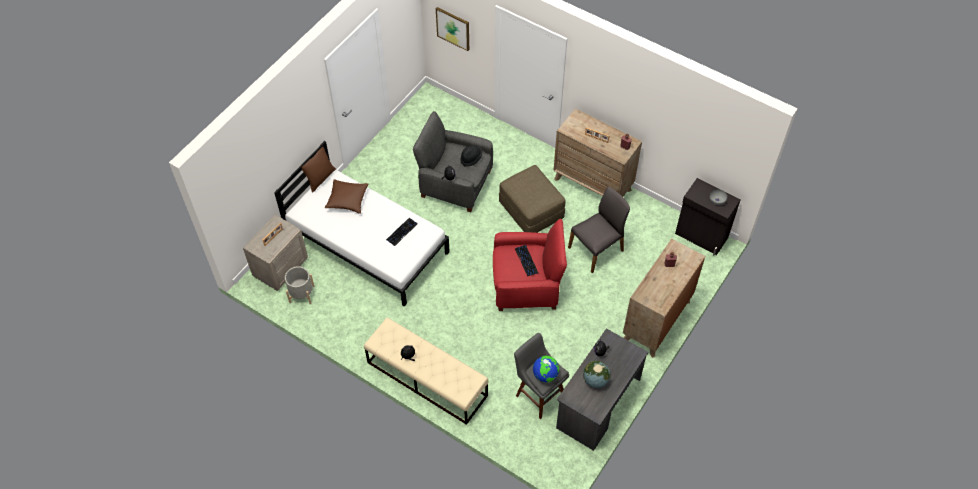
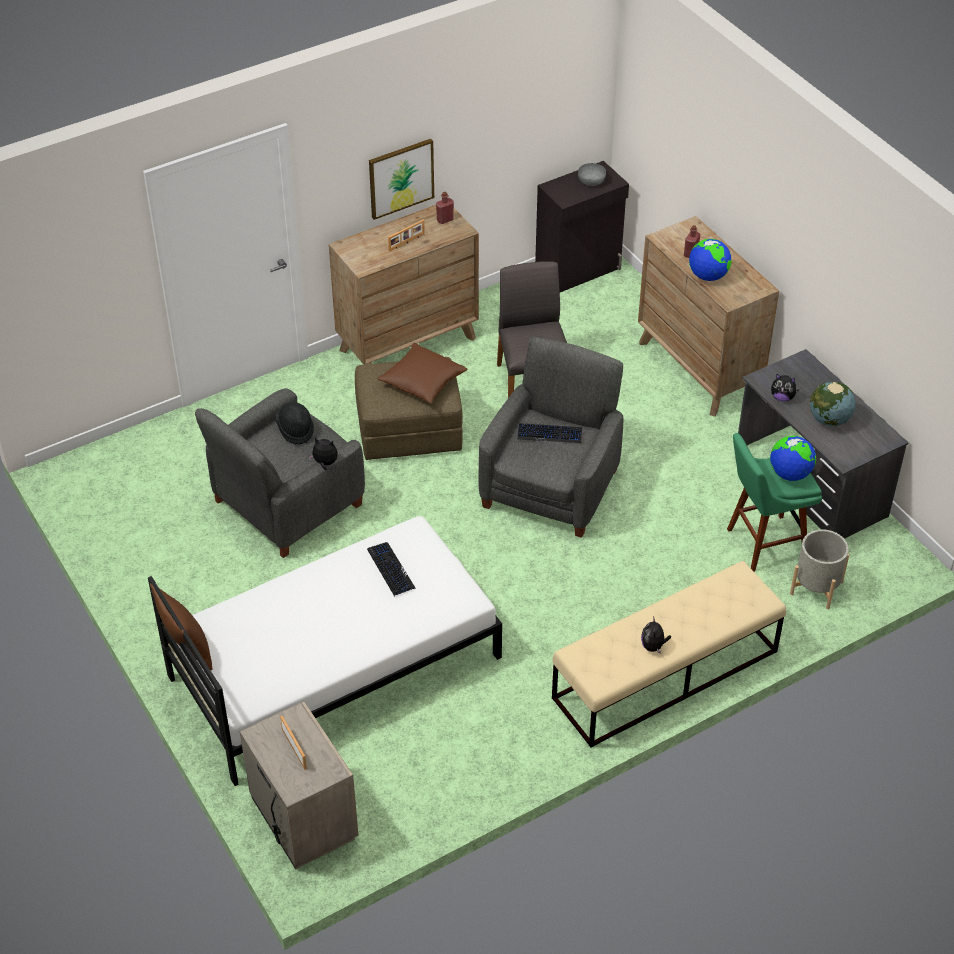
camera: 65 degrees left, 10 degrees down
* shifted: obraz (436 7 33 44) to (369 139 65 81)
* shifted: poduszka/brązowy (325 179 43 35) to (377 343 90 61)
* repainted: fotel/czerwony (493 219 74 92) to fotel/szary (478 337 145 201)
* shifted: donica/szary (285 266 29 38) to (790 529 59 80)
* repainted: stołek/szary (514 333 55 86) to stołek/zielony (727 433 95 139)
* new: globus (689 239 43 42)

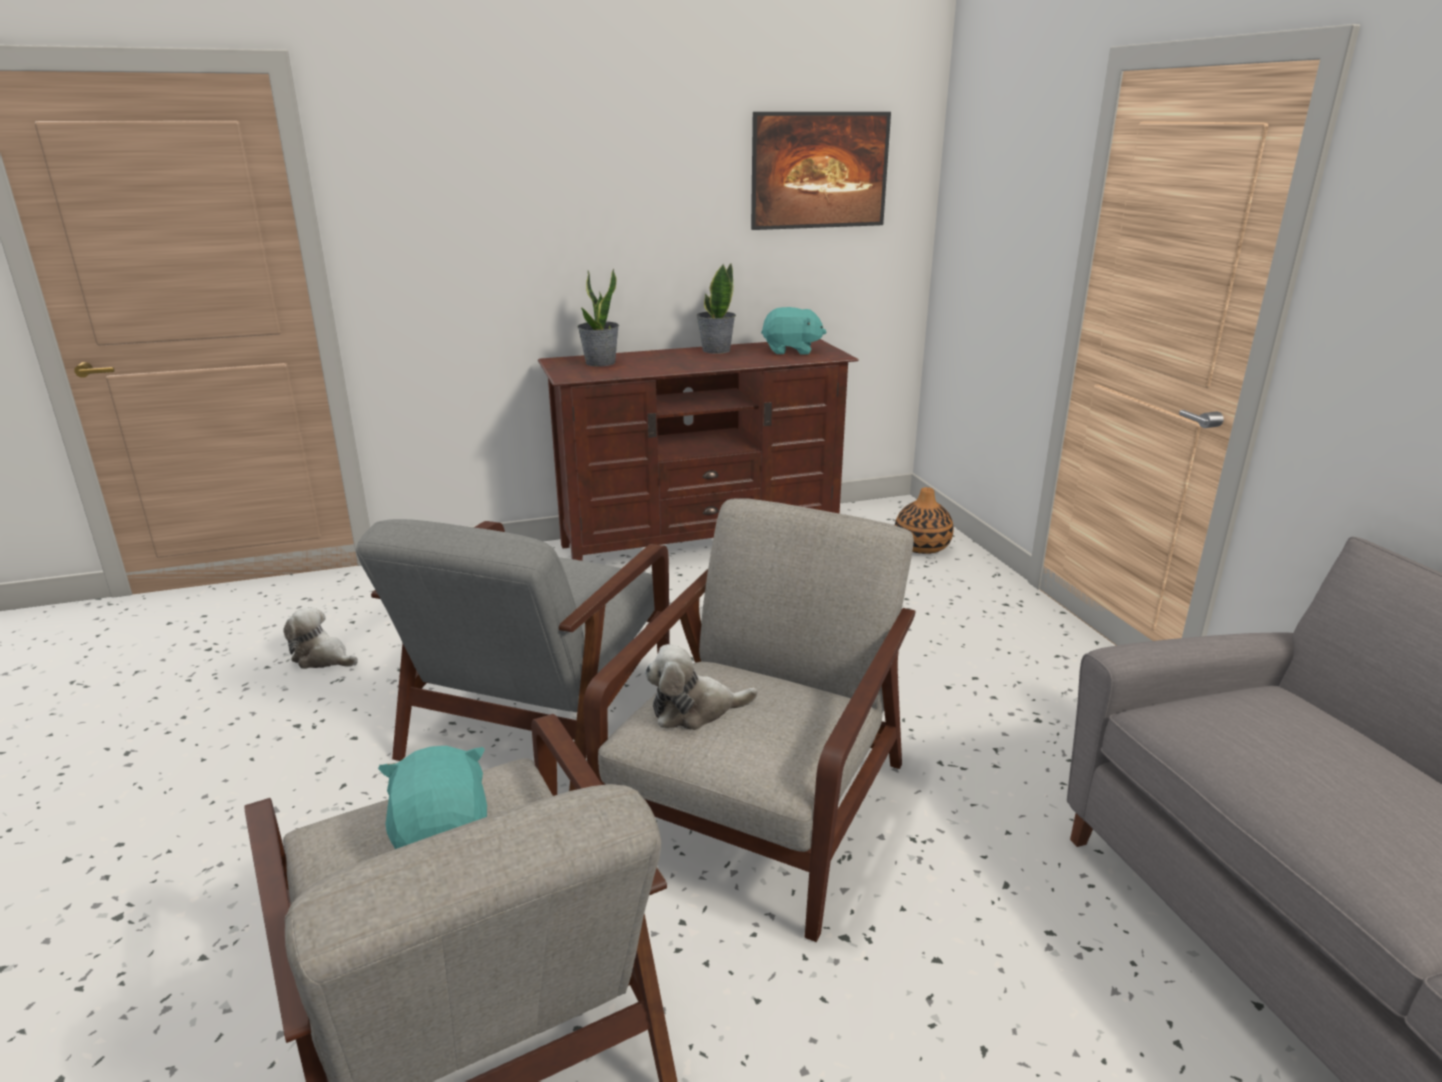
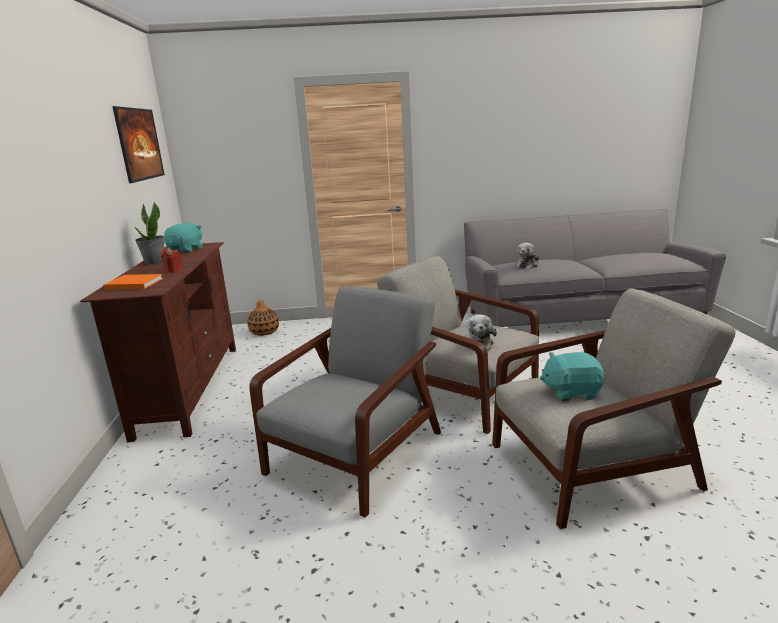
camera: 75 degrees left, 5 degrees down
* swapped: roślina doniczkowa (577 269 42 98) to książka/pomarańczowy (103 274 60 16)
* rotated: fotel/szary (356 519 314 272) = (249 286 192 232) 90 degrees counterclockwise
* shifted: pluszak (283 607 75 62) to (516 243 24 26)
* new: świeca/czerwony (161 248 22 25)

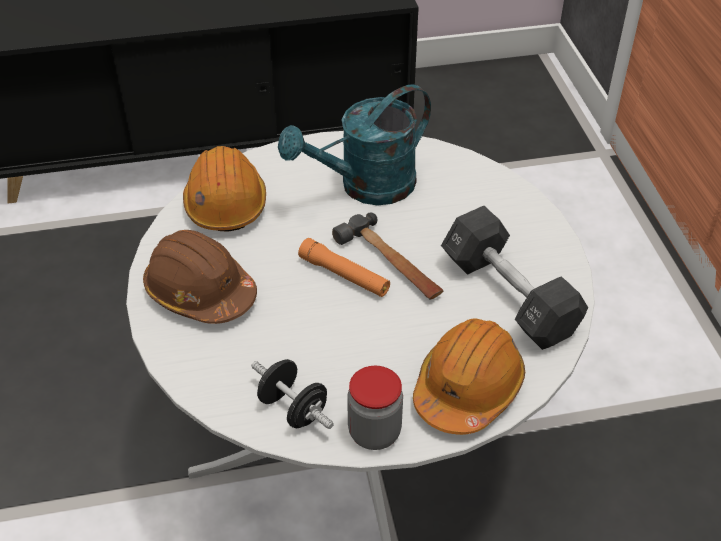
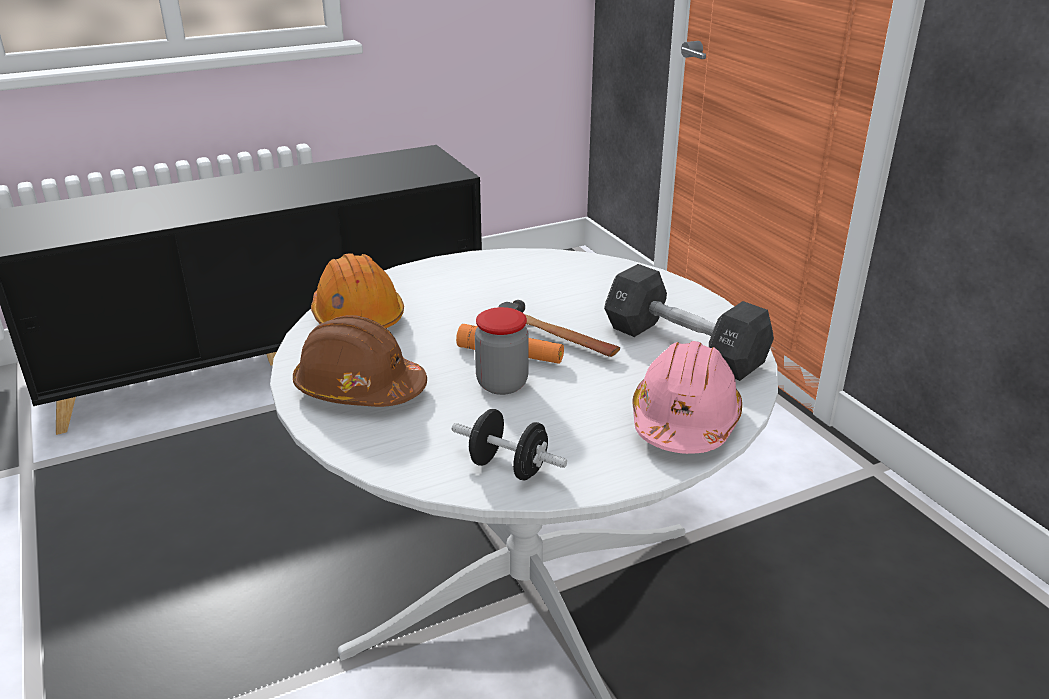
camera: 15 degrees left, 15 degrees down
* gone: konewka/turkusowy (278 84 153 121)
* repainted: kask/pomarańczowy (413 318 112 117) to kask/różowy (633 341 109 113)
* shifted: słoik (347 366 56 84) to (475 307 54 88)

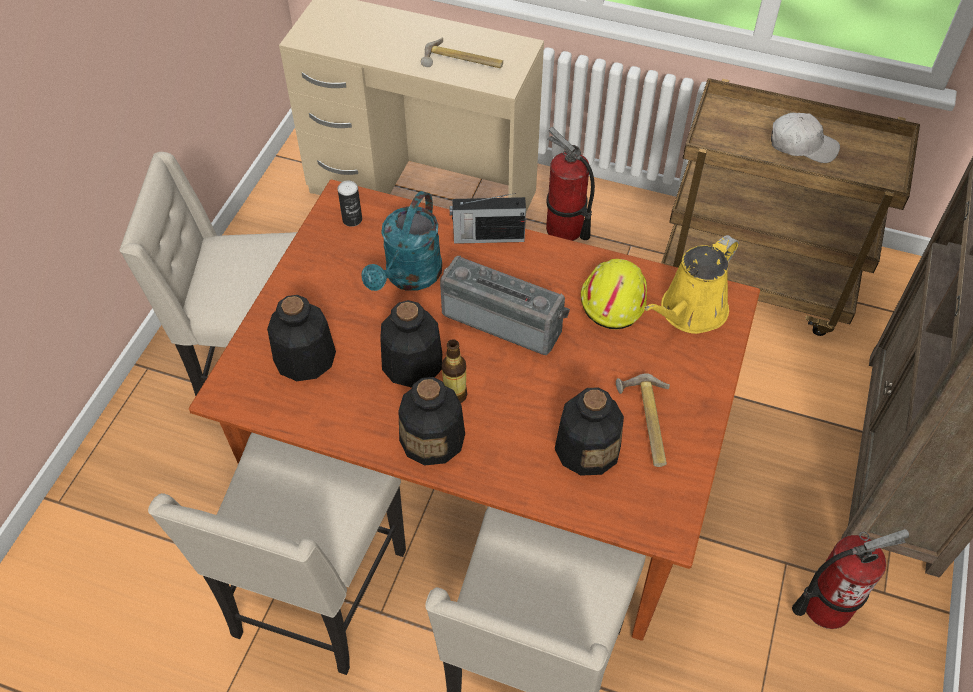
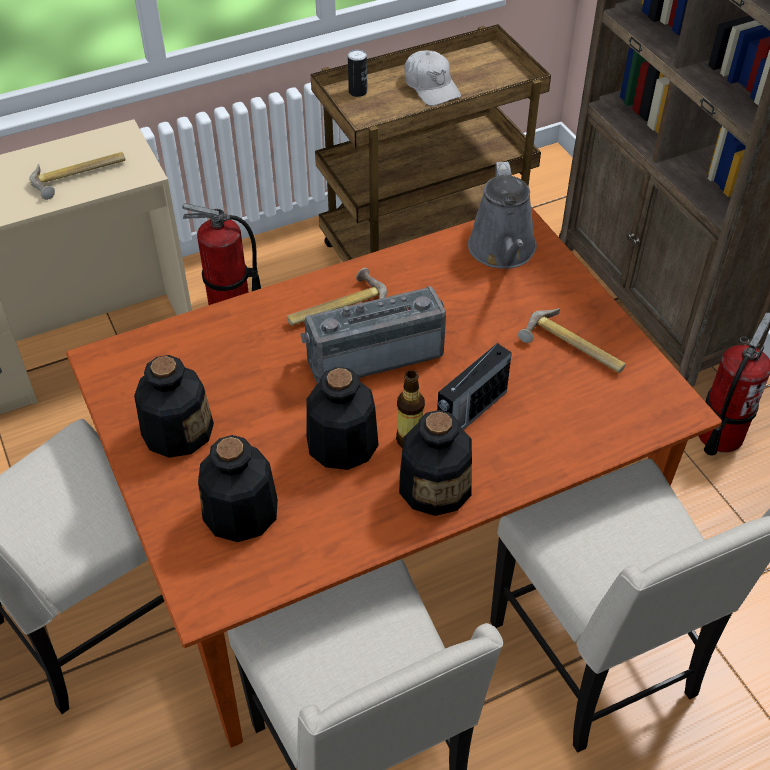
camera: 45 degrees left, 5 degrees down
* rotated: czapka z daszkiem/biały (771 113 69 50) = (404 50 57 56) 90 degrees clockwise
* shifted: puszka (338 180 24 47) to (348 49 19 48)
* gone: konewka/turkusowy (361 191 81 100)
* shifted: radio (450 193 76 51) to (437 342 75 88)
* repainted: konewka/żółty (644 235 95 99) to konewka/szary (468 162 69 107)
* gone: kask/żółty (581 259 66 70)
* shifted: butelka (555 387 69 89) to (134 355 80 103)
* new: młotek (287 268 100 58)

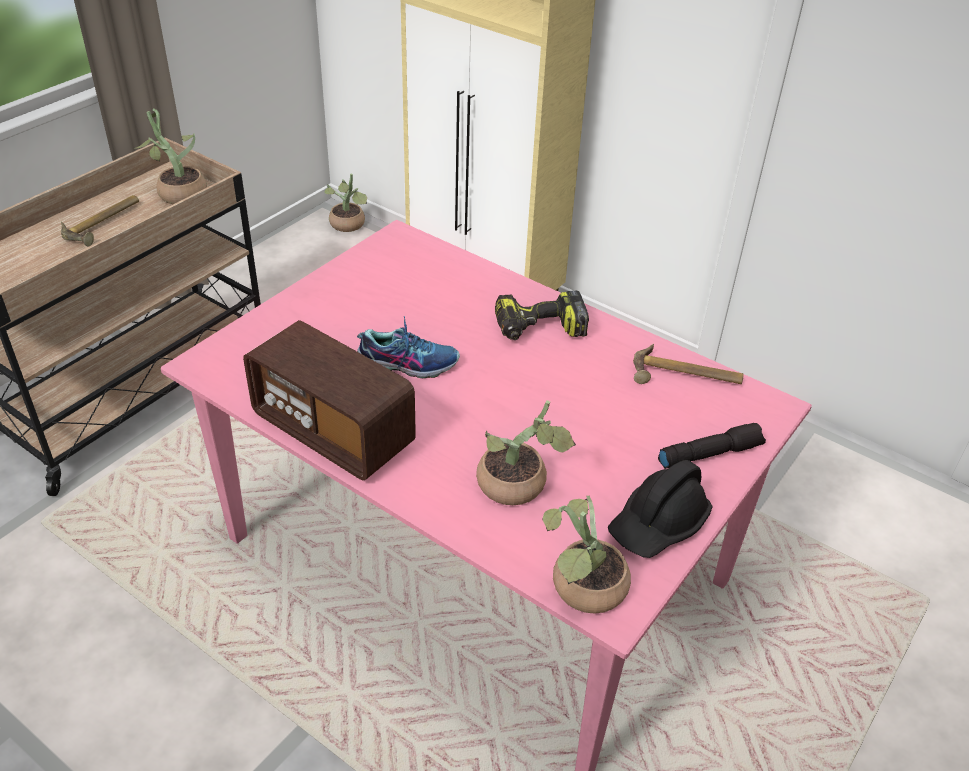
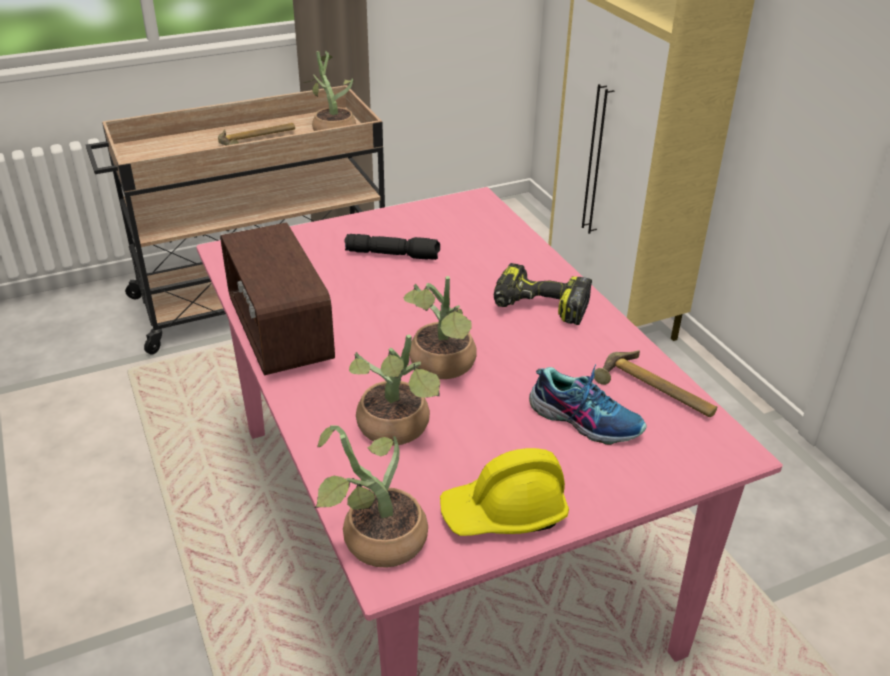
camera: 30 degrees right, 5 degrees down
* shifted: roślina doniczkowa (324 173 43 59) to (404 276 73 103)
* shifted: but (357 316 103 62) to (529 364 118 81)
* shifted: latarka/czarny (658 423 108 46) to (344 234 96 26)
* repainted: kask/czarny (608 460 104 98) to kask/żółty (440 448 129 88)

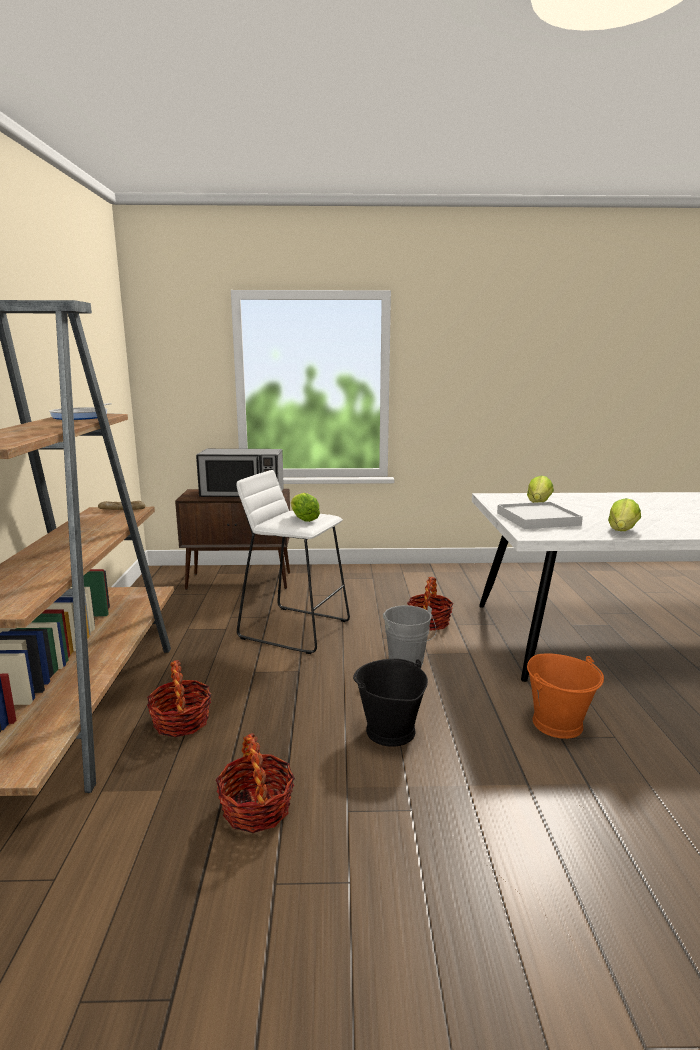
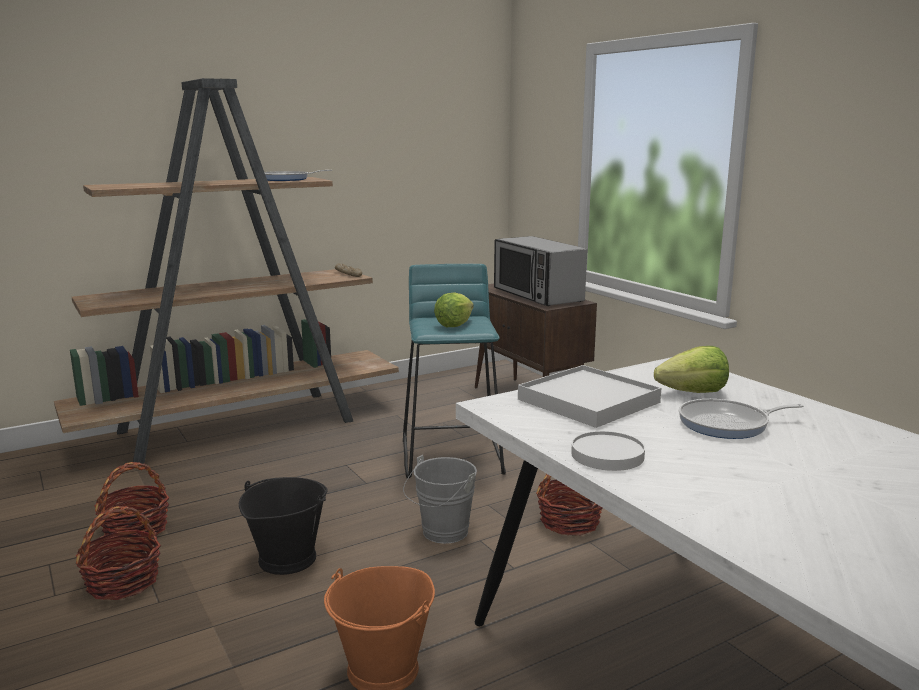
camera: 60 degrees right, 0 degrees up
* repainted: stołek/biały (236 470 114 184) to stołek/turkusowy (403 264 103 214)
* swapped: sałata (608 498 33 33) to talerz/biały (571 431 74 40)
* shifted: koszyk (147 660 64 77) to (76 506 85 94)
* new: patelnia (679 399 125 40)

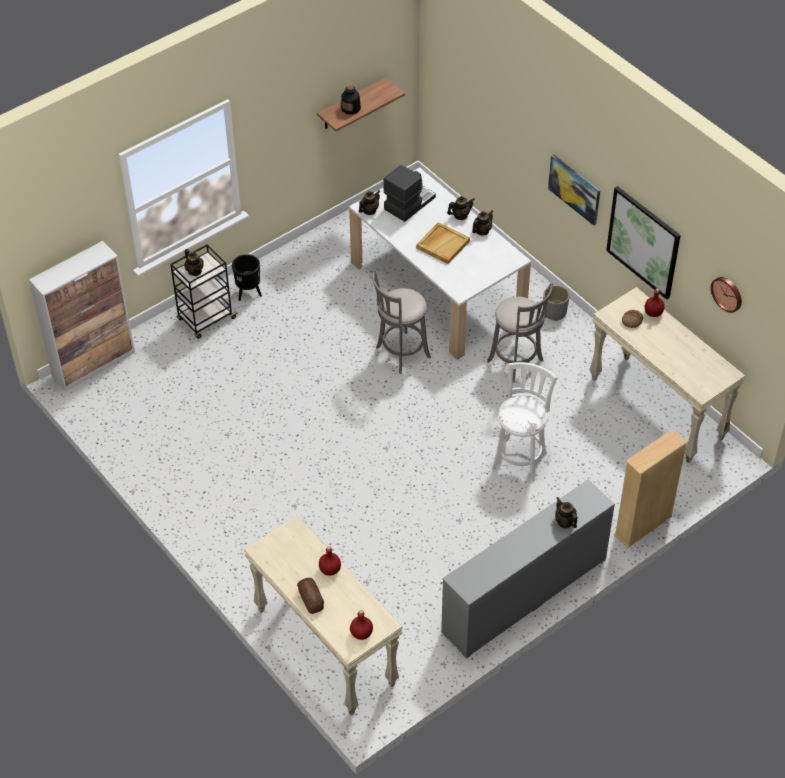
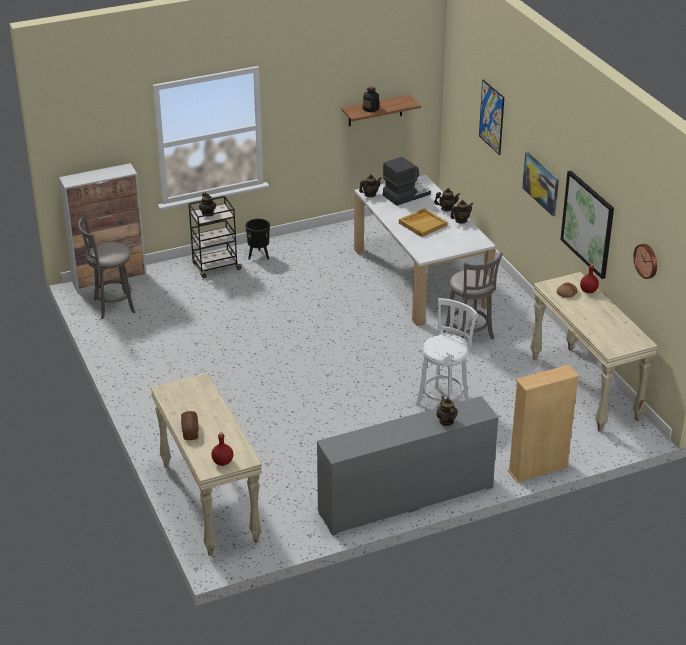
camera: 15 degrees right, 15 degrees down
* shifted: stołek/szary (372 270 59 104) to (79 214 56 105)
* gone: donica/szary (543 285 27 36)
* gone: butelka/czerwony (319 546 22 30)
* new: obraz (479 80 25 75)

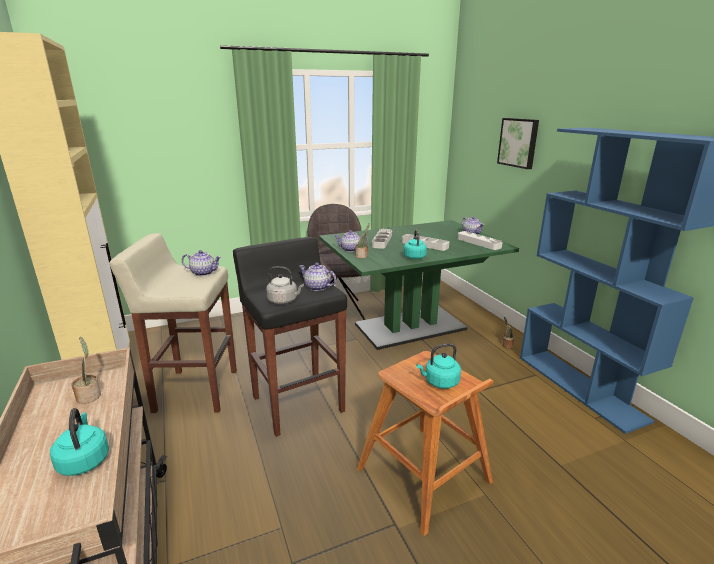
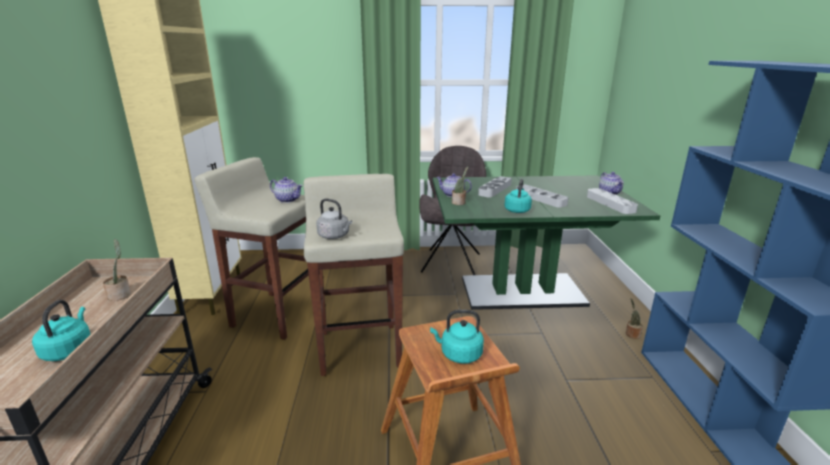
camera: 20 degrees right, 0 degrees up
* gone: obraz (497 118 42 51)
* repainted: stołek/czarny (233 237 114 200) to stołek/beżowy (303 174 101 202)
* gone: imbryk (299 263 37 28)

